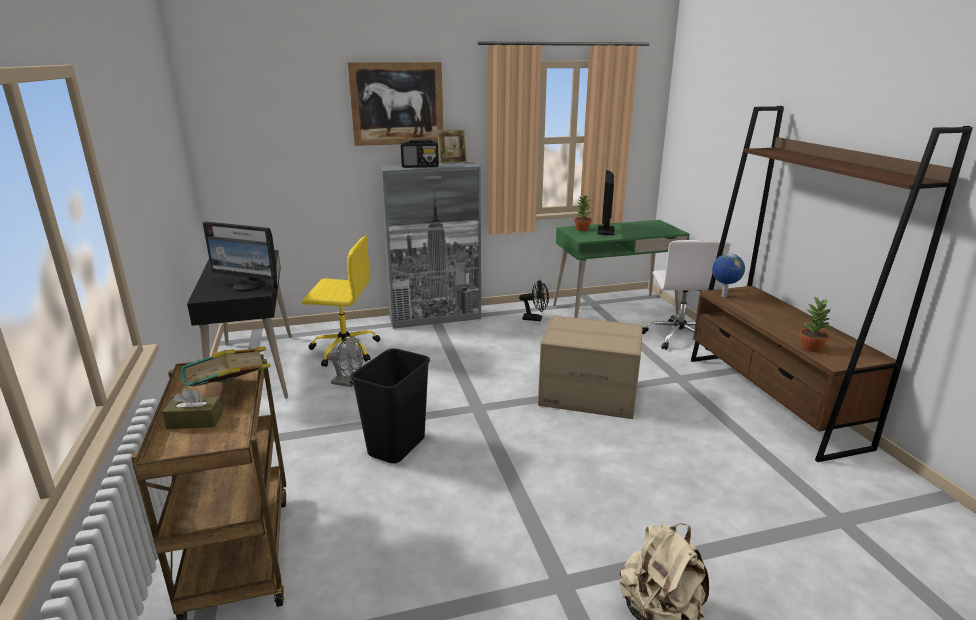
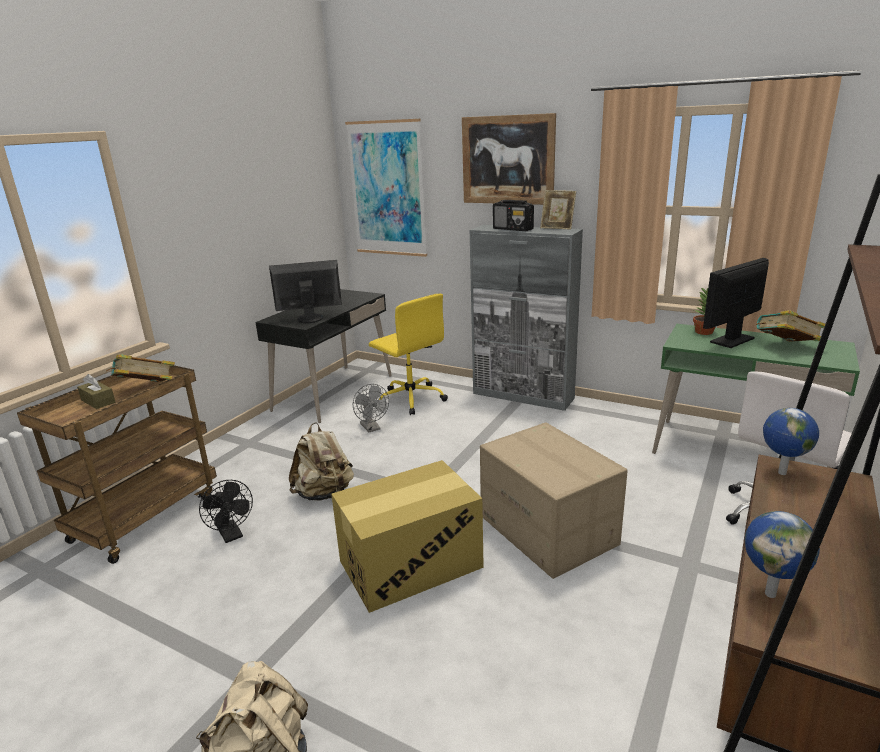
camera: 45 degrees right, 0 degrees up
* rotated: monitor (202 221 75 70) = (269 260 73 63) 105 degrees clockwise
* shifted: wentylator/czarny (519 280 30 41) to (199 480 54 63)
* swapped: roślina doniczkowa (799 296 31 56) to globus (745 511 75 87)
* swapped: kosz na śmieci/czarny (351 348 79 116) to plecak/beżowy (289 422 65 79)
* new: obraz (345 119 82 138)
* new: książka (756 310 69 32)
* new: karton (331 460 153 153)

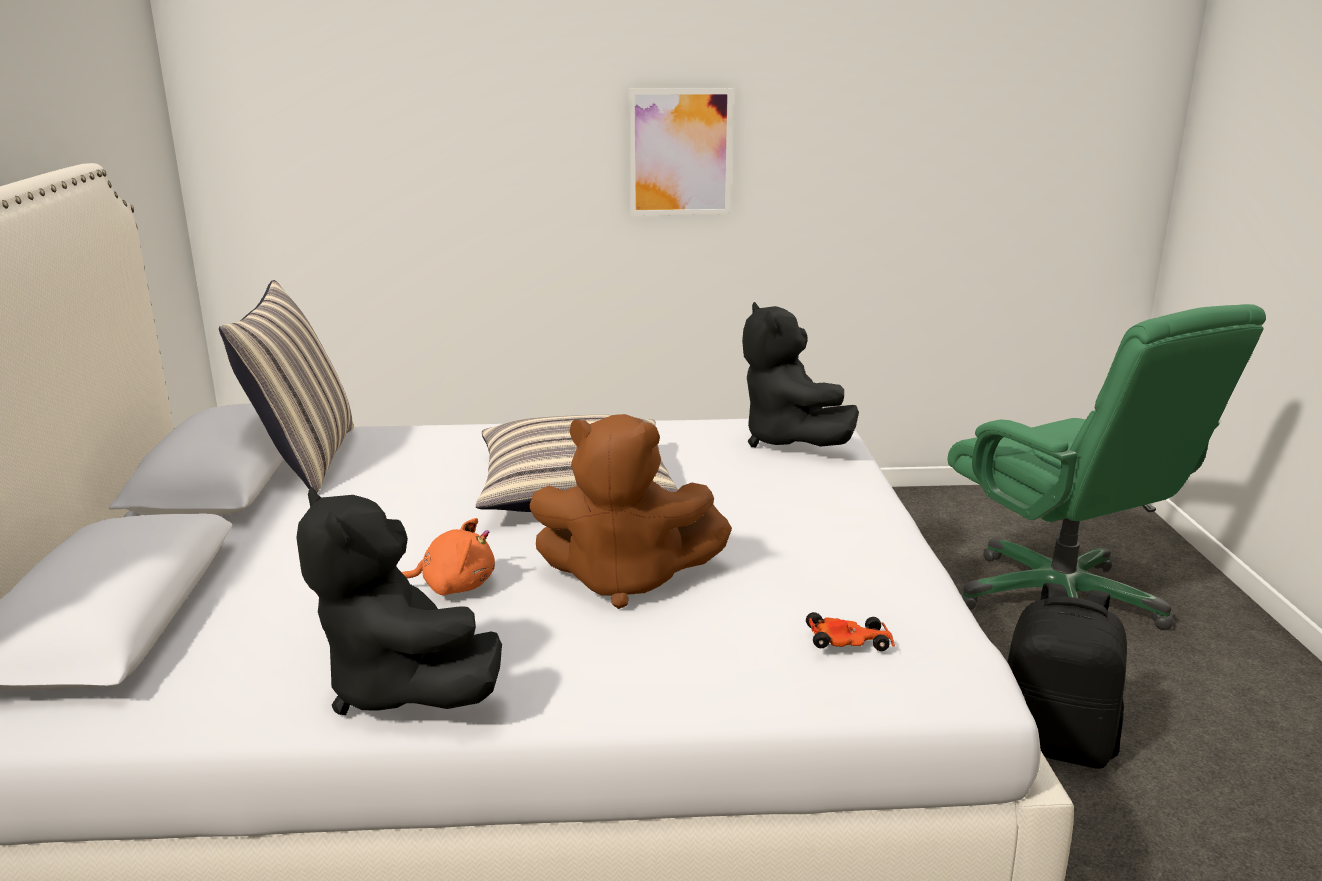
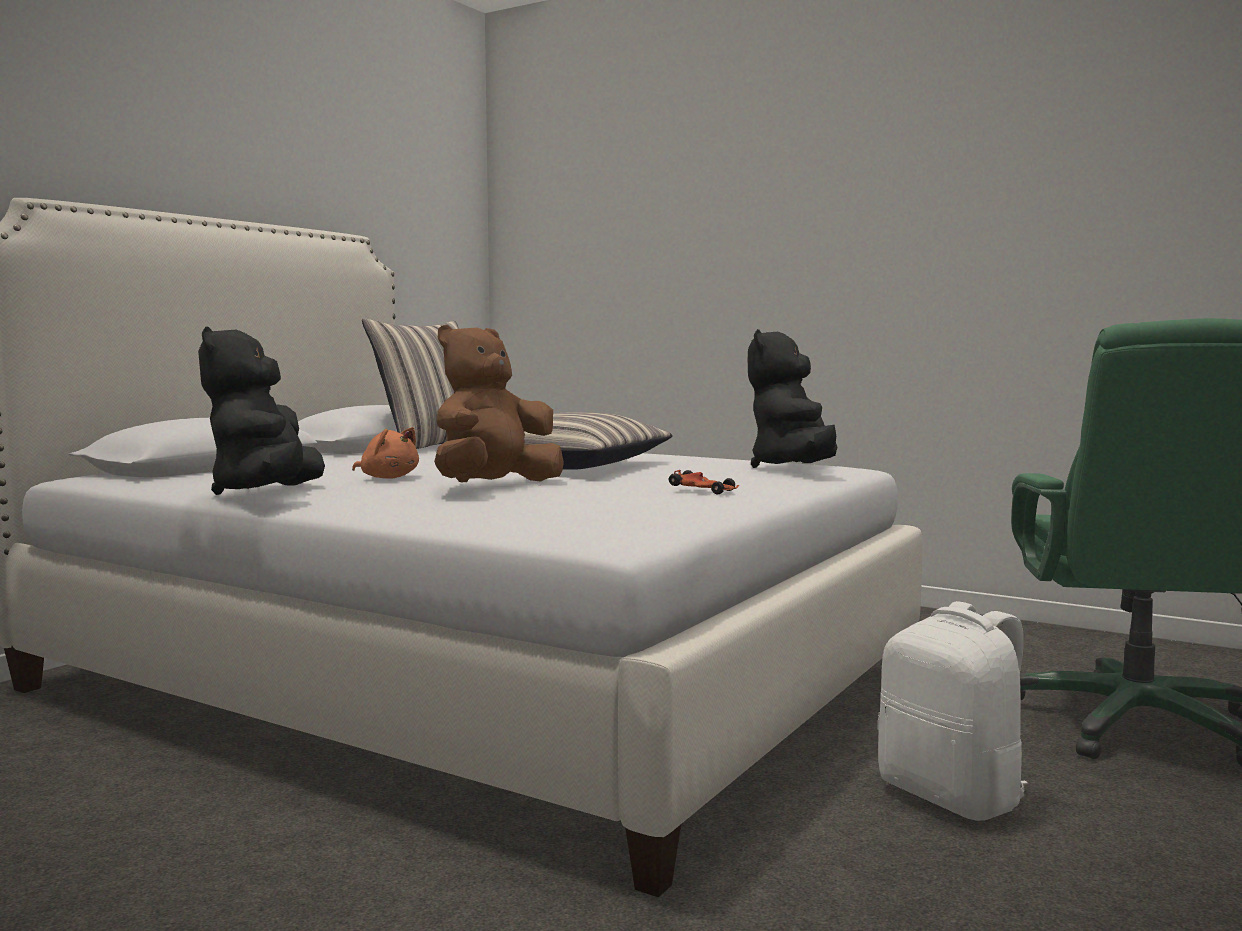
camera: 35 degrees right, 15 degrees down
* gone: obraz (629 88 104 128)
* rotated: pluszak/brązowy (529 414 203 195) = (434 325 130 157) 90 degrees clockwise
* repainted: plecak/czarny (1007 583 120 186) to plecak/biały (878 601 150 220)
* shifted: samochodzik (806 612 89 39) to (669 470 70 24)

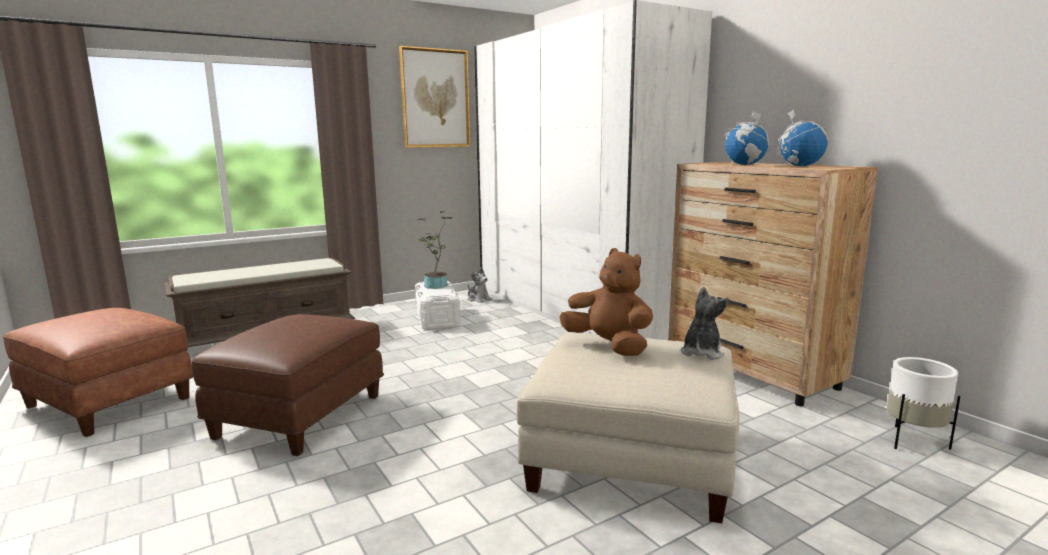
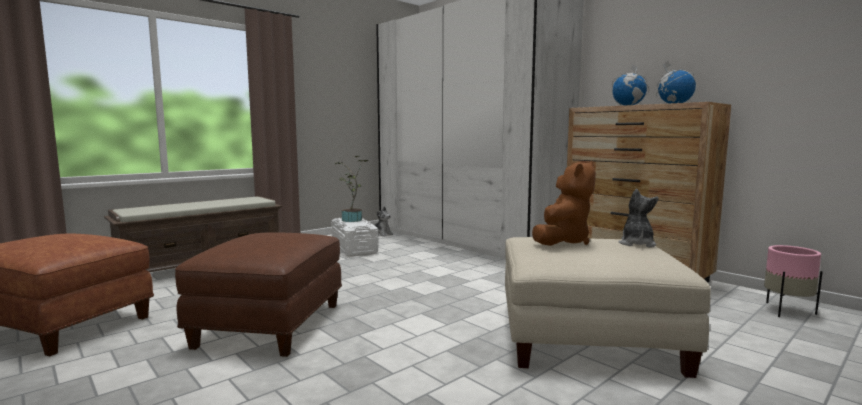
camera: 10 degrees left, 5 degrees down
* gone: obraz (399 46 71 102)
* rotated: pluszak/brązowy (560 248 93 108) = (532 161 64 85) 90 degrees clockwise
* repainted: donica/biały (887 357 73 93) to donica/różowy (764 245 59 72)

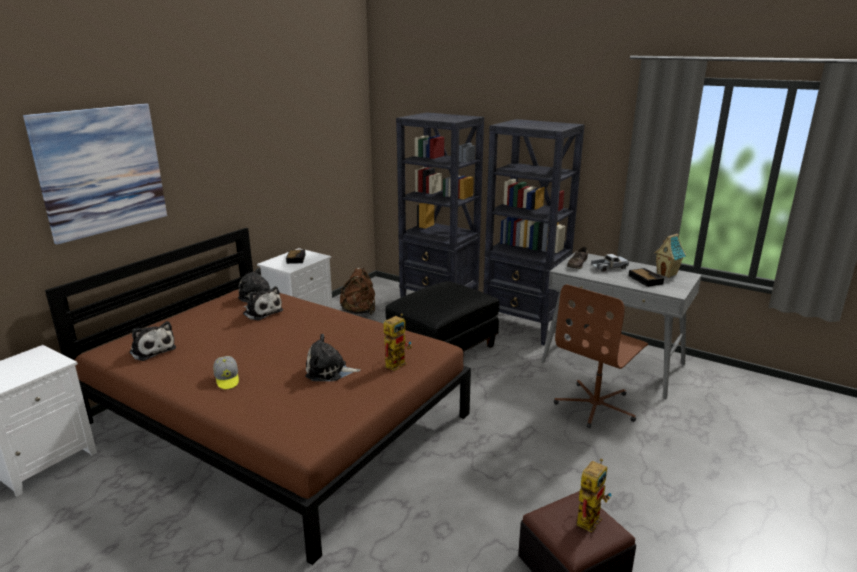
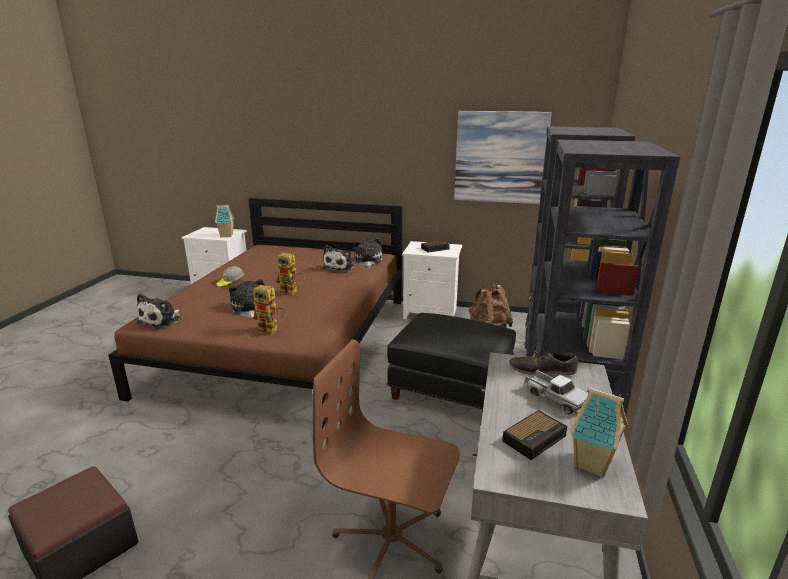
camera: 70 degrees right, 0 degrees up
* shifted: obraz (23 103 144 142) to (454 111 98 93)
* shifted: pluszak (129 321 47 40) to (137 294 44 34)
* shifted: robot zabawkowy (577 458 35 75) to (275 253 30 42)
* new: domek (215 205 19 33)

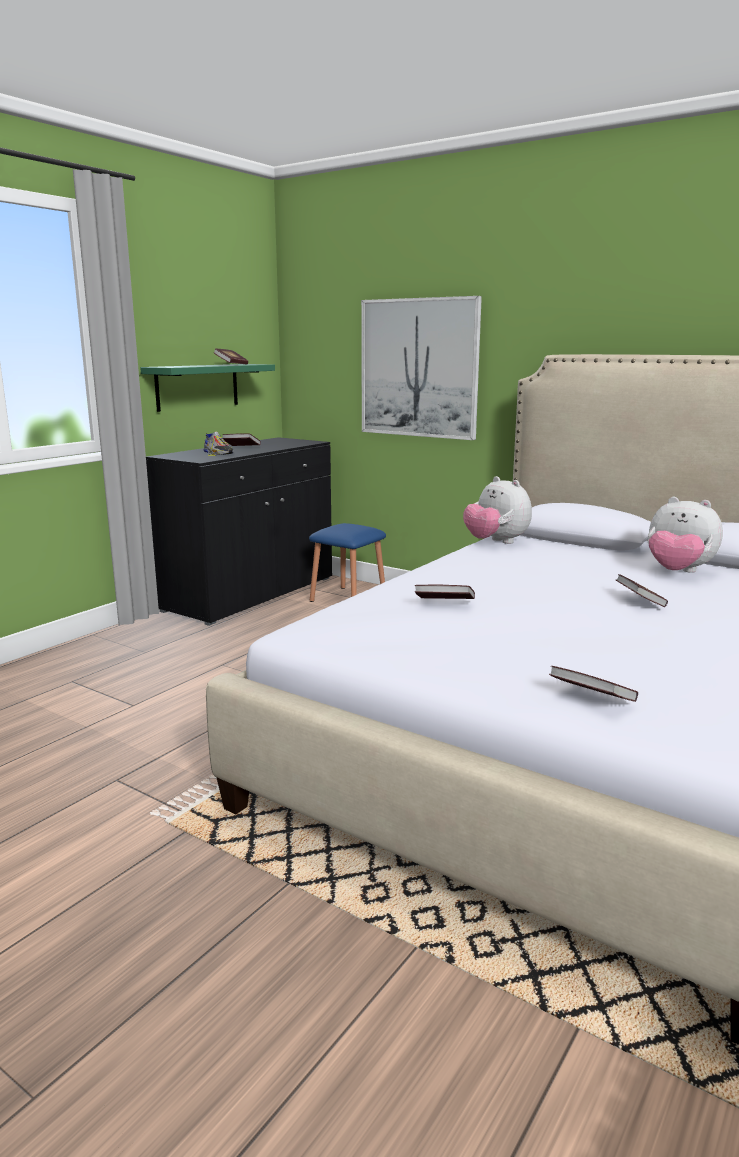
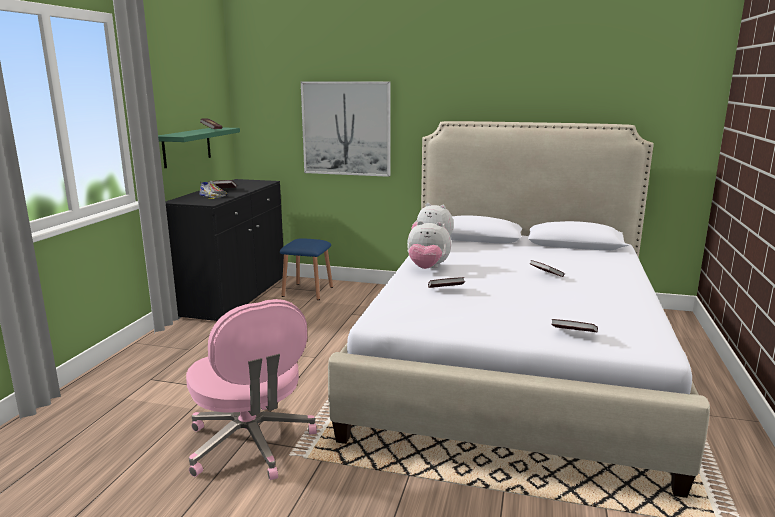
camera: 20 degrees left, 0 degrees up
* shifted: pluszak (648 497 75 76) to (407 221 44 48)
* new: krzesło biurowe/różowy (186 299 131 181)

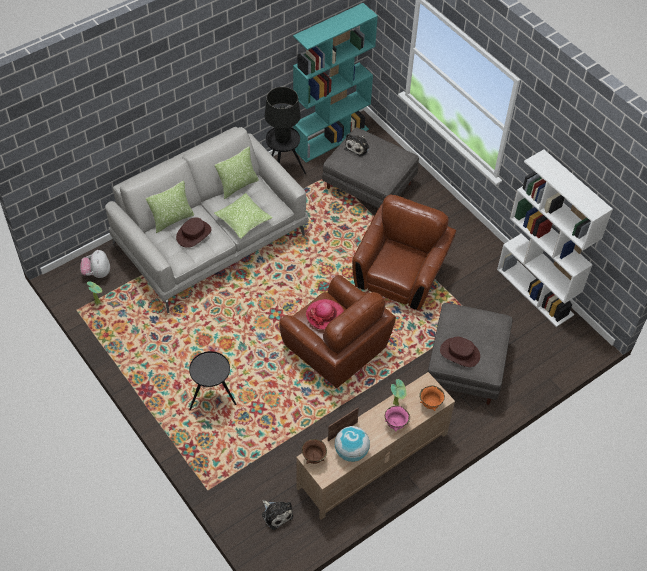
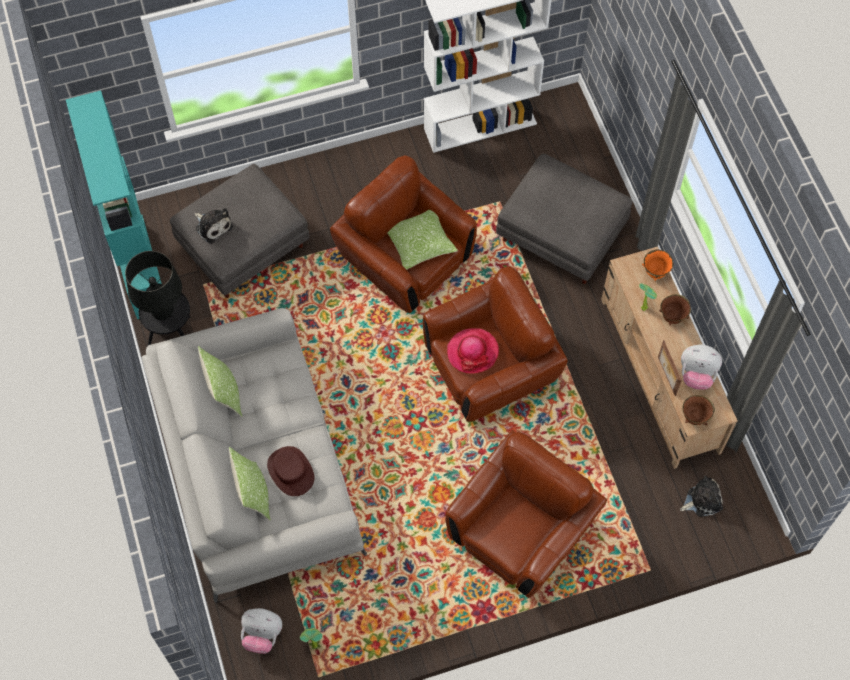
camera: 70 degrees left, 10 degrees up
* shifted: poduszka (214 193 59 46) to (387 210 71 60)
* gone: kapelusz/brązowy (440 337 40 30)
* swapped: stolik/czarny (189 351 47 59) to fotel/brązowy (445 430 162 168)
* repainted: miska/różowy (385 406 25 25) to miska/brązowy (659 294 32 31)
* swapped: globus (335 426 35 36) to pluszak (681 345 41 44)

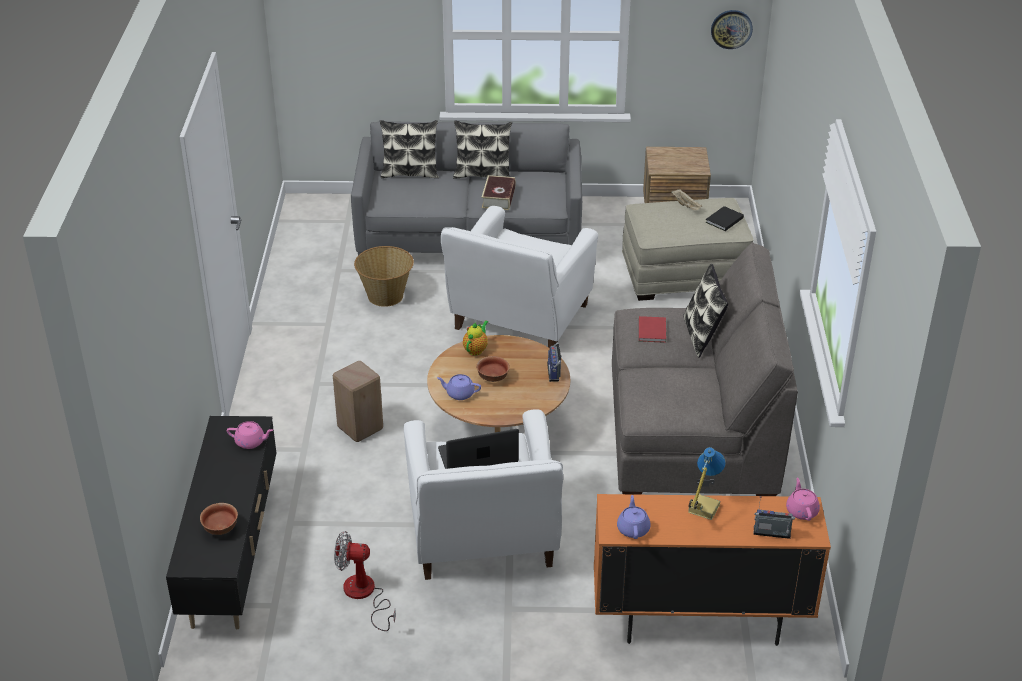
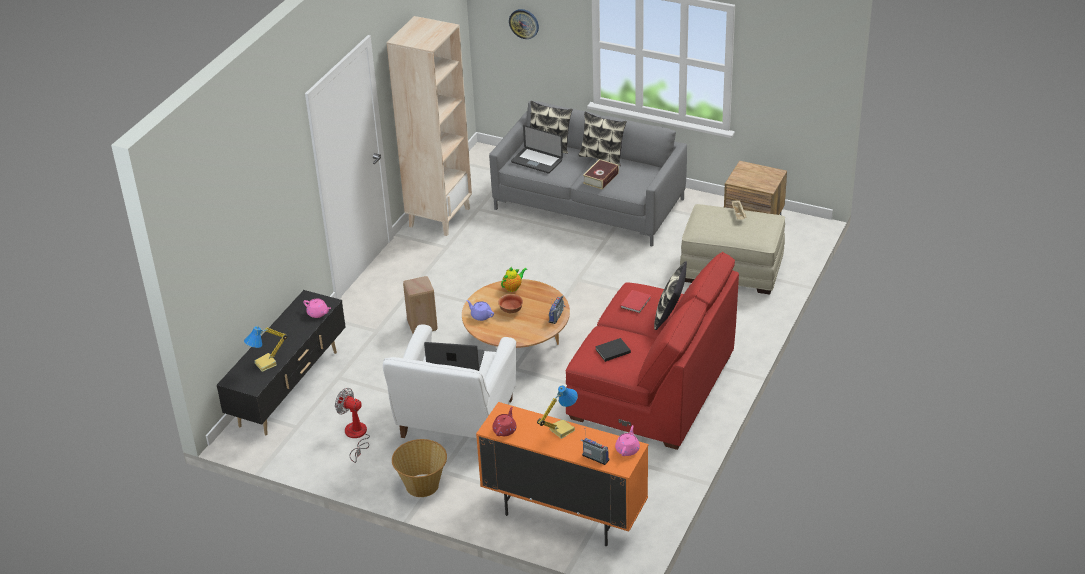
camera: 25 degrees right, 0 degrees up
* shifted: zegar ścienny (711 10 42 39) to (509 9 30 30)
* gone: fotel/biały (441 206 157 142)
* shifted: książka/czarny (705 206 39 25) to (595 338 36 24)
* repainted: kanapa/szary (612 242 186 254) to kanapa/czerwony (566 252 173 198)
* shifted: koszyk (354 246 60 61) to (392 439 55 58)
* repainted: imbryk/fioletowy (617 495 33 44) to imbryk/czerwony (492 407 25 29)
* swapped: miska (200 503 38 32) to lampa stołowa (244 326 44 46)
* new: regał/beżowy (387 16 85 220)
* new: laptop (511 125 52 48)

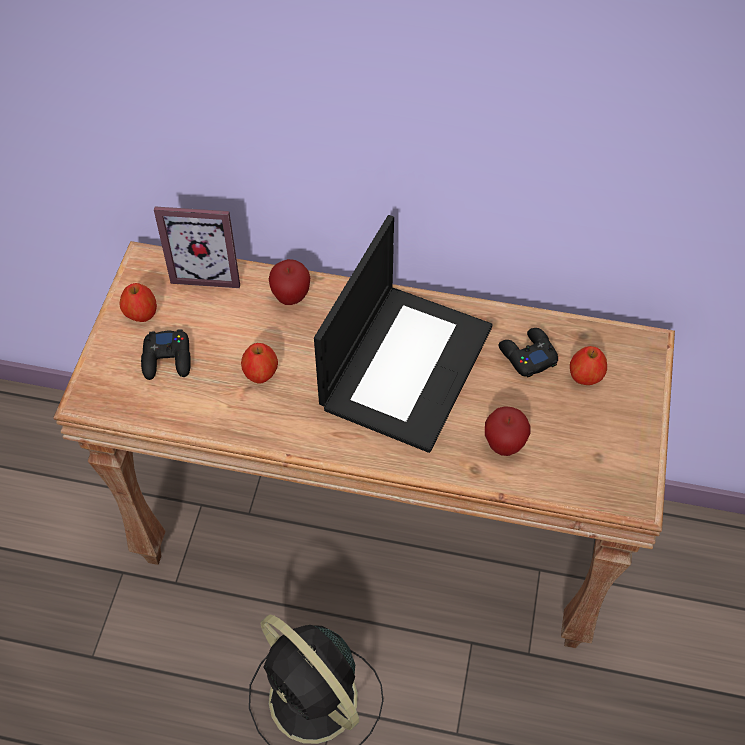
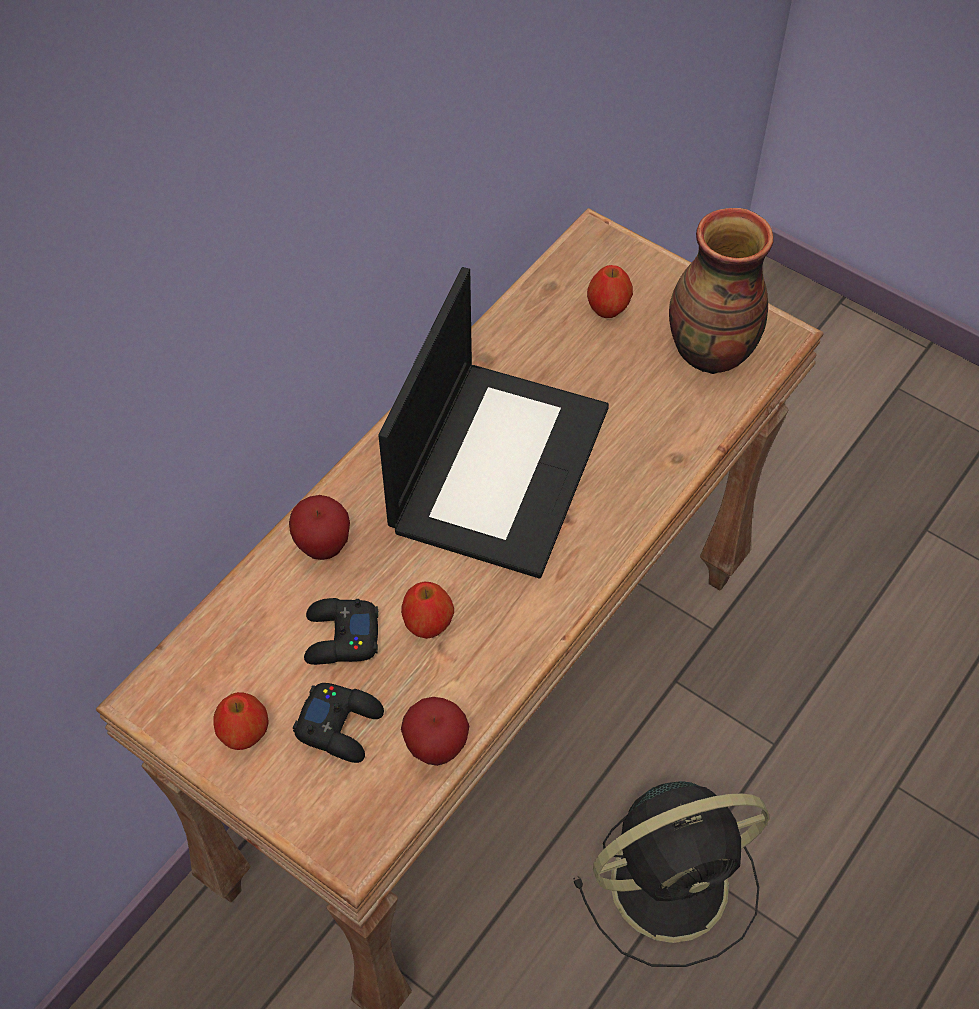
camera: 65 degrees left, 0 degrees up
* gone: ramka na zdjęcie (154 207 86 81)
* rotated: laptop (314 215 179 238) = (378 267 231 311) 60 degrees clockwise
* shifted: pad do gier/czarny (499 328 59 49) to (304 598 74 67)
* shifted: jabłko (485 406 45 50) to (401 697 68 69)
* new: wazon (669 208 105 166)

